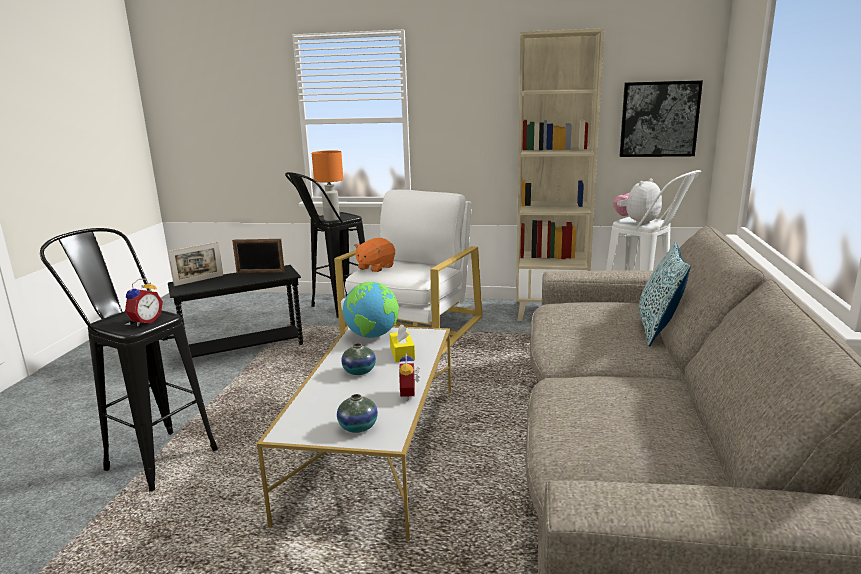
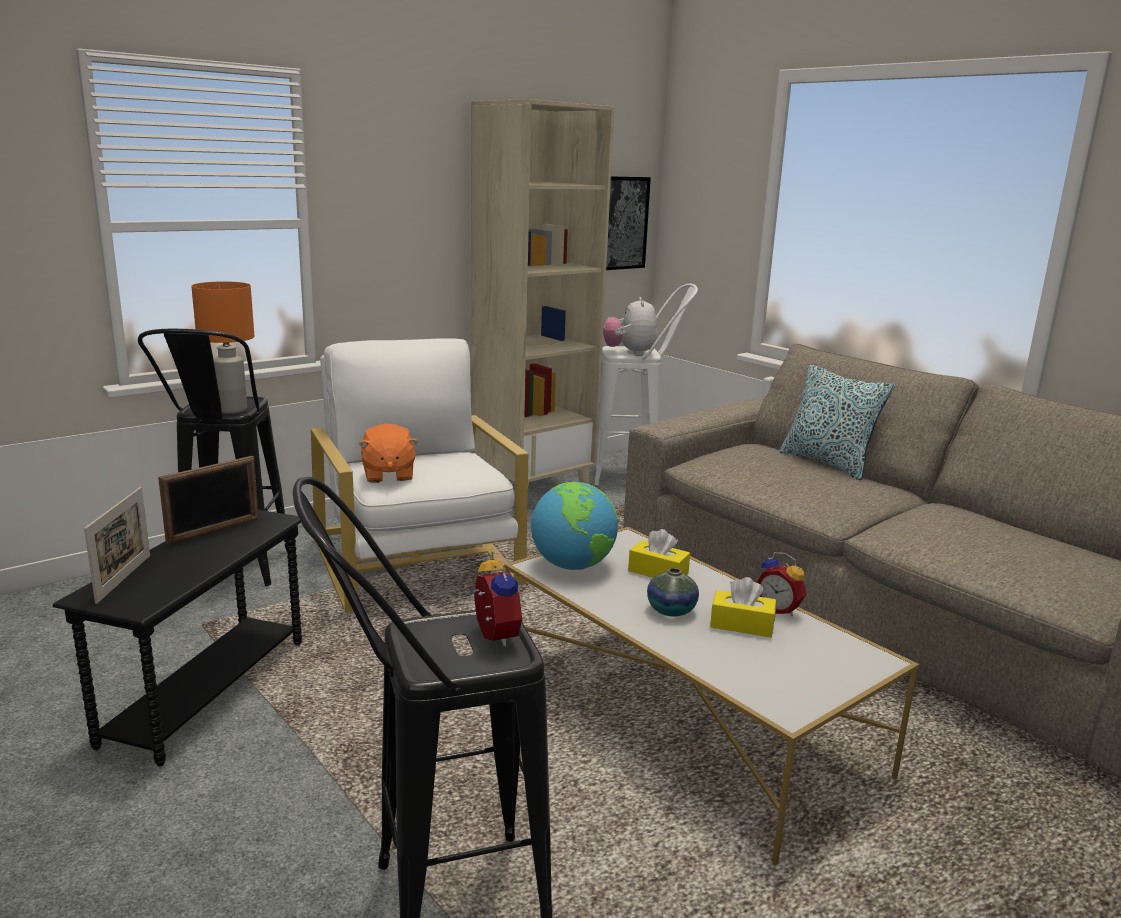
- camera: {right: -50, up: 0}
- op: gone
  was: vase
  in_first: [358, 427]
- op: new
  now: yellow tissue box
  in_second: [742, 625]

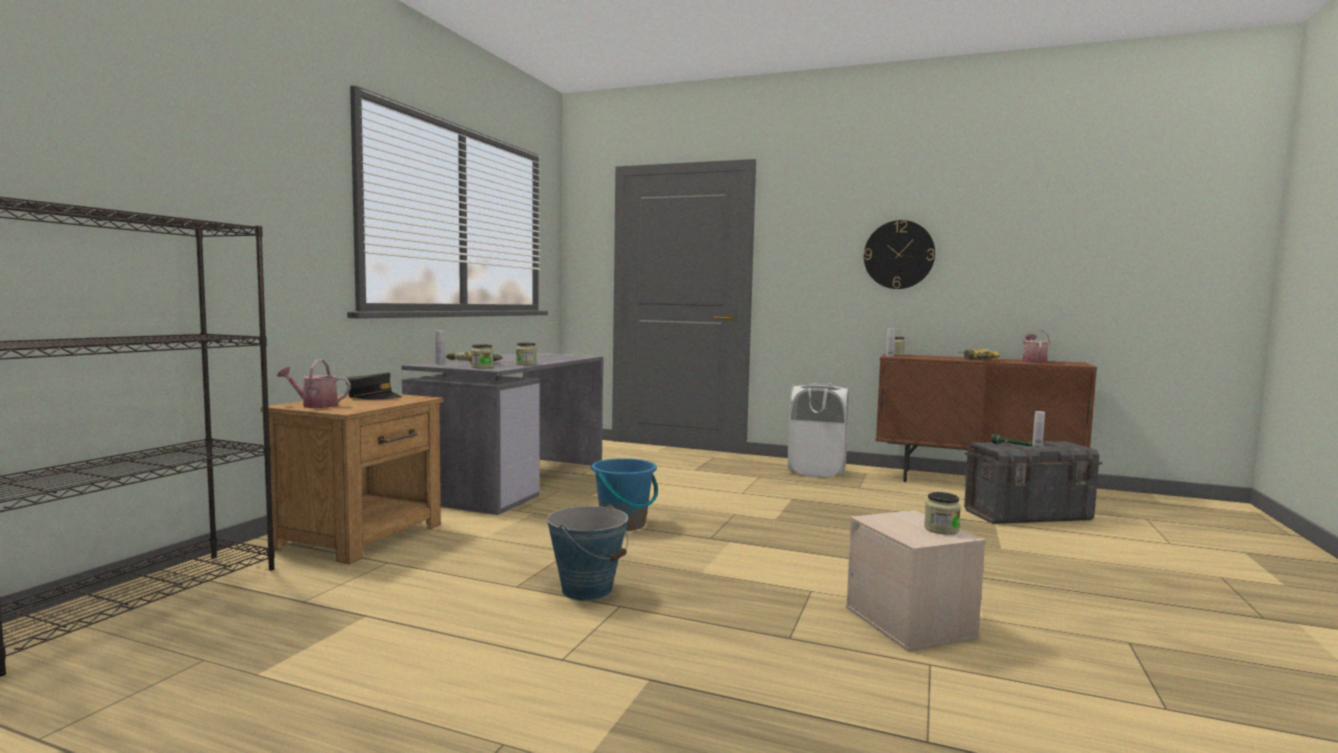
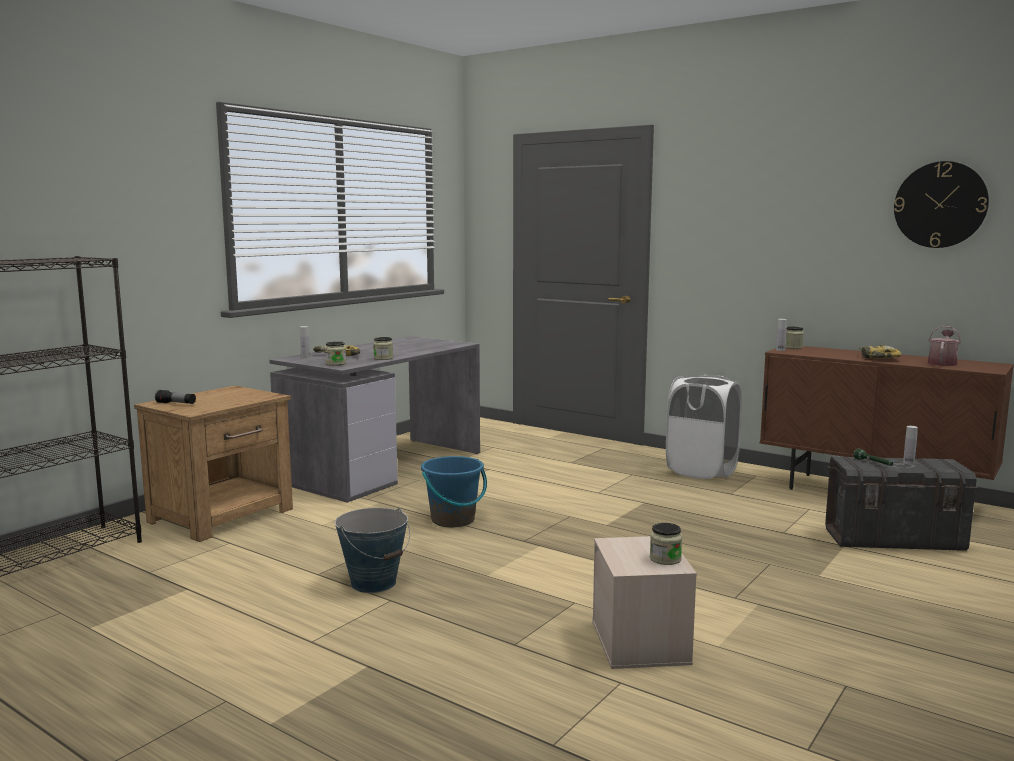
- camera: {right: 15, up: 5}
- op: shifted
  was: wall clock
  in_first: [899, 254]
  in_second: [940, 205]
- op: swapped
  was: watering can
  now: flashlight
  in_first: [315, 405]
  in_second: [176, 404]
- op: gone
  was: grey cap
  in_first: [373, 397]

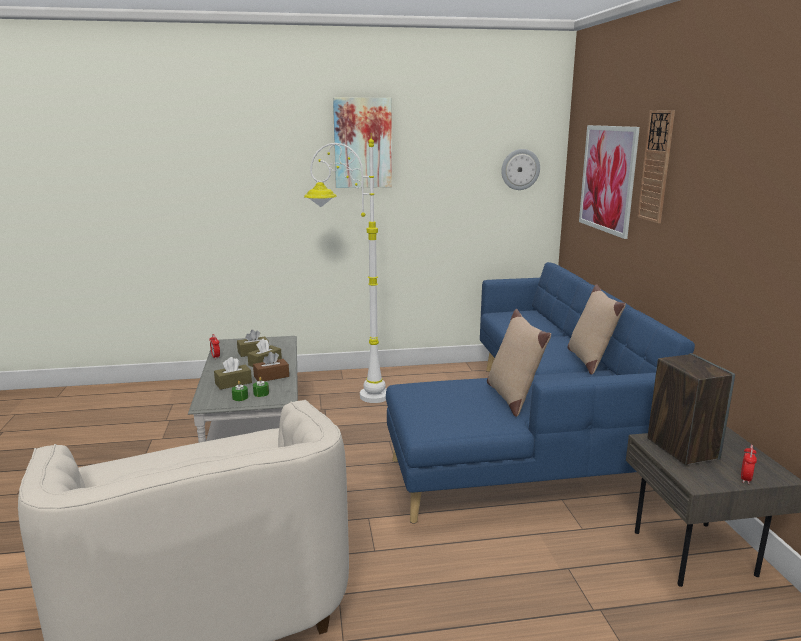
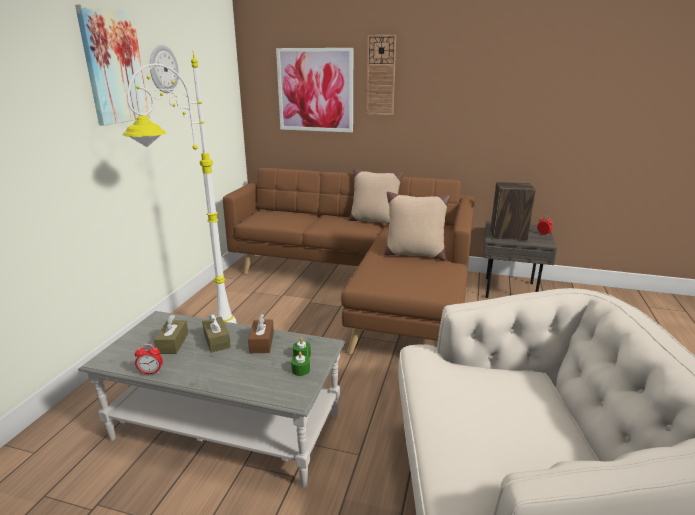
- camera: {right: -65, up: 5}
- op: shifted
  was: wall clock
  in_first: [520, 169]
  in_second: [163, 69]
- op: repainted
  was: blue sofa
  now: brown sofa
  in_first: [536, 438]
  in_second: [364, 289]
- op: gone
  was: brown tissue box
  in_first: [233, 383]

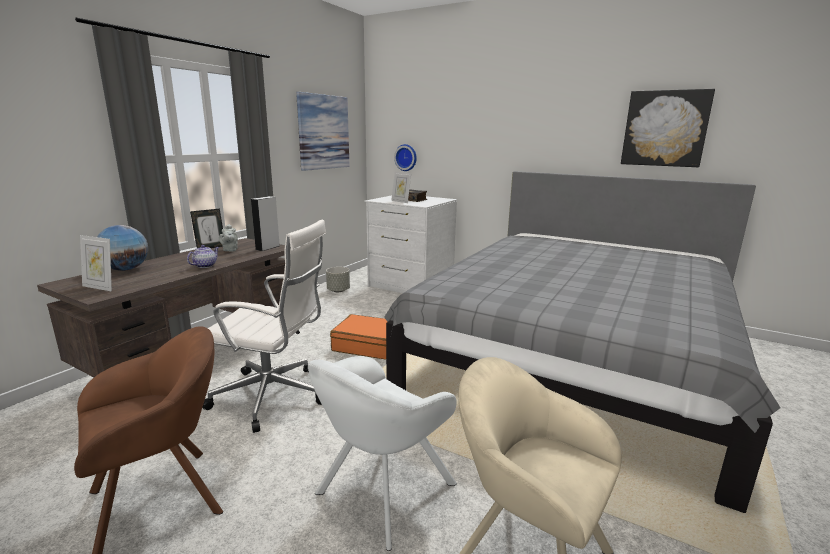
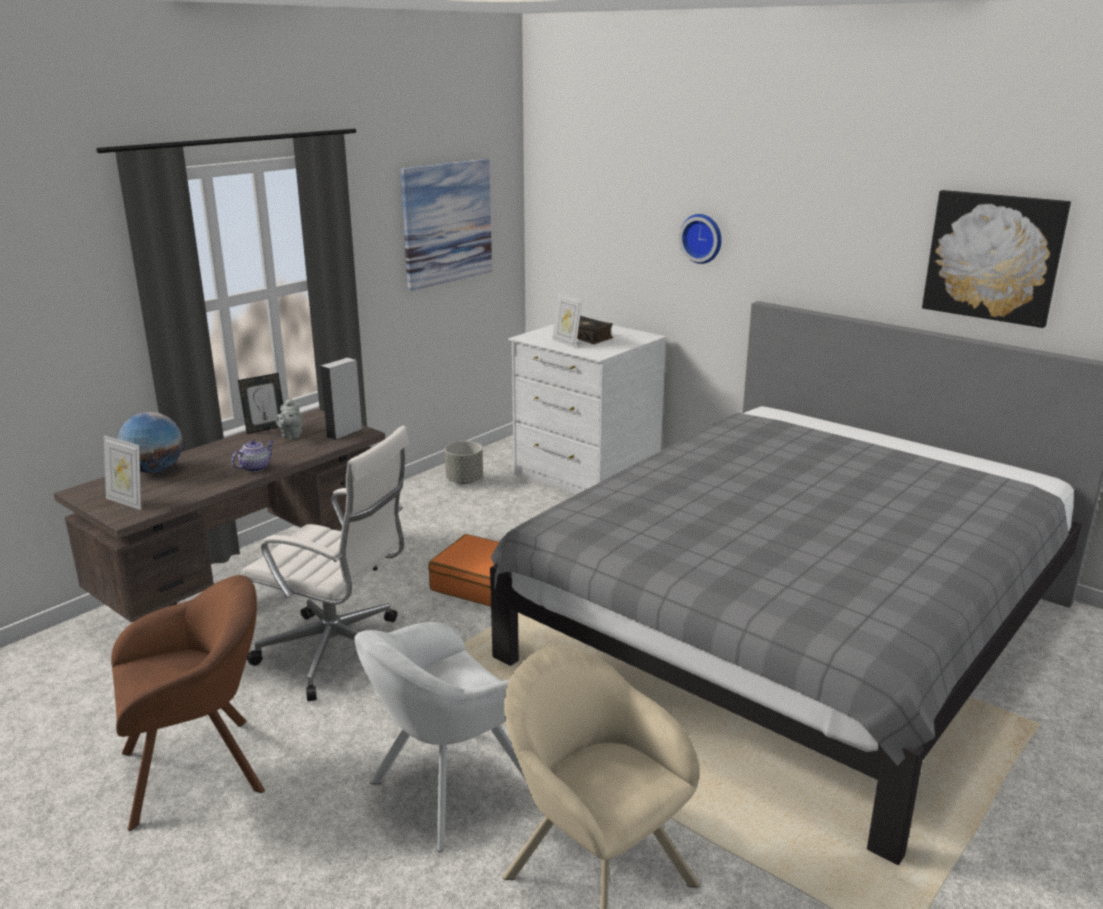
- camera: {right: 10, up: 5}
- op: shifted
  was: wall clock
  in_first: [406, 157]
  in_second: [702, 238]

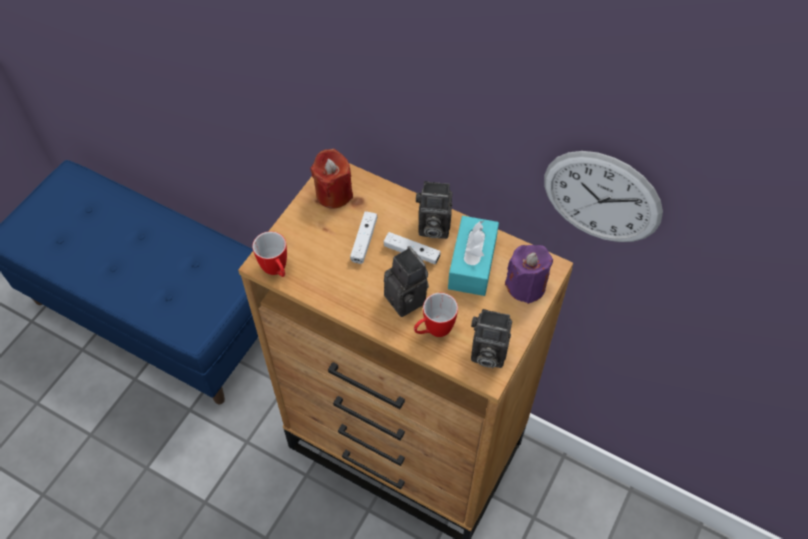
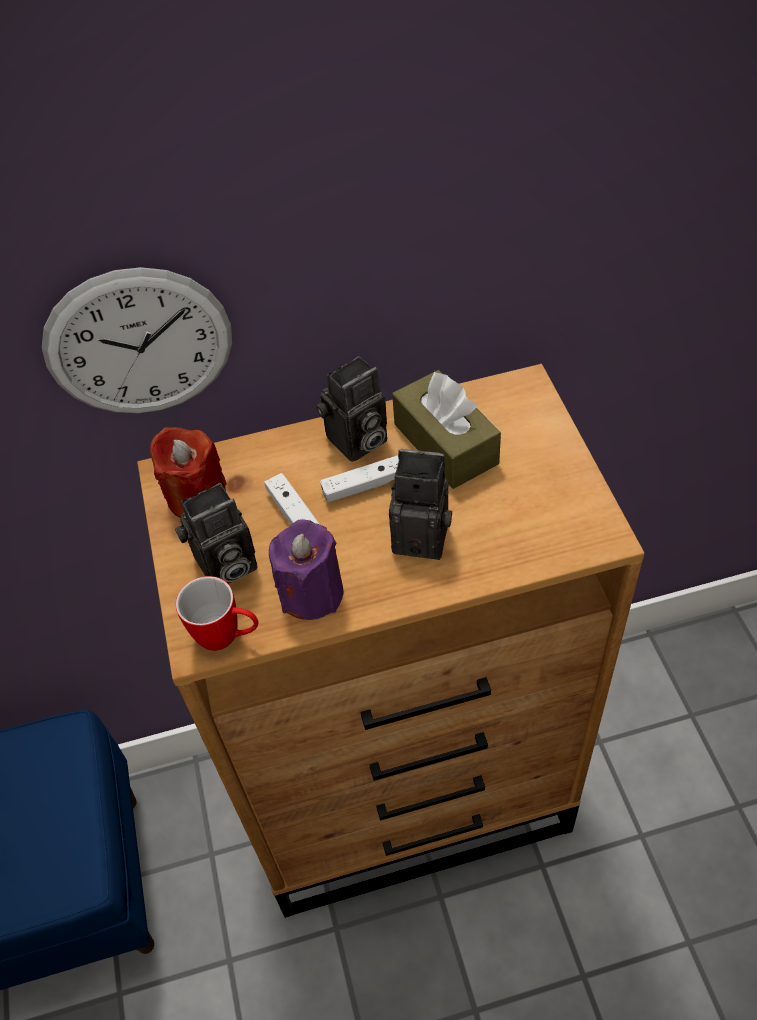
- camera: {right: -40, up: -5}
- op: shifted
  was: wall clock
  in_first: [601, 197]
  in_second: [139, 344]
- op: repainted
  was: turquoise tissue box
  now: brown tissue box
  in_first: [472, 263]
  in_second: [445, 443]
- op: shifted
  was: purple candle
  in_first: [526, 286]
  in_second: [311, 593]
- op: gone
  was: mug
  in_first: [433, 331]
- op: shifted
  was: photo camera
  in_first: [486, 353]
  in_second: [224, 567]

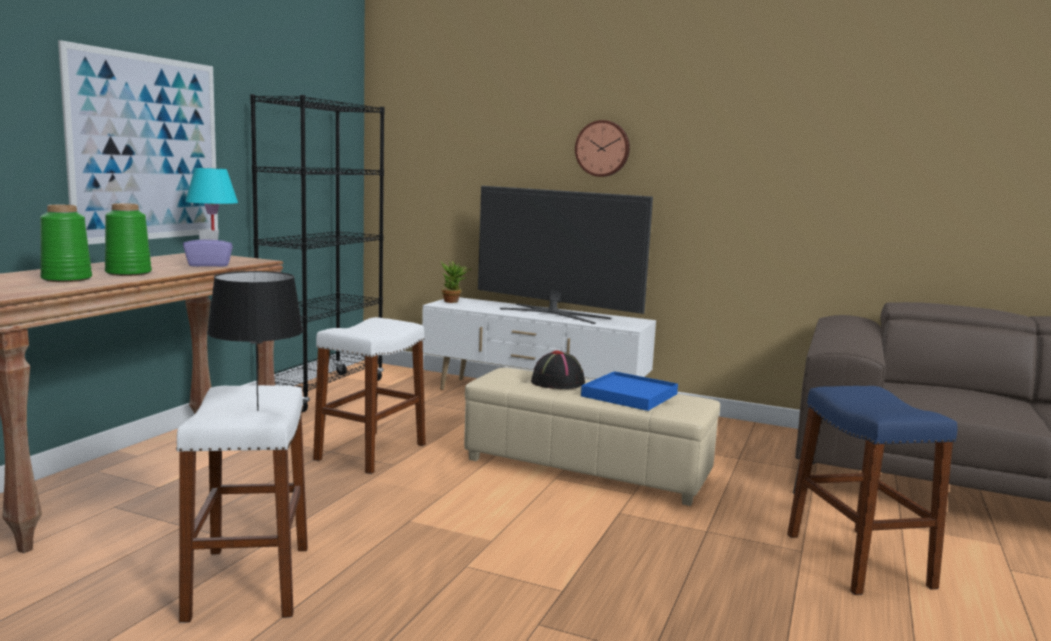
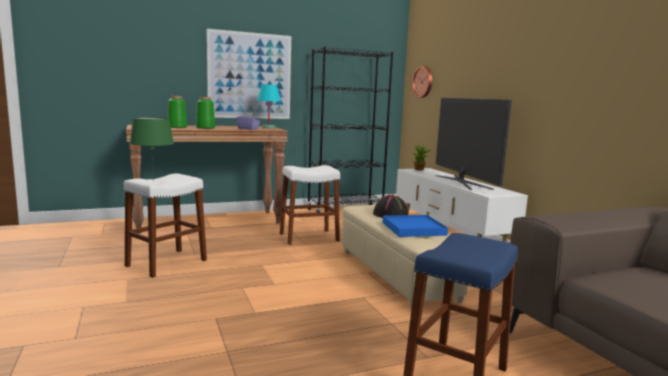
- camera: {right: 45, up: 0}
- op: shifted
  was: wall clock
  in_first: [603, 148]
  in_second: [423, 82]
- op: repainted
  was: black table lamp
  now: green table lamp
  in_first: [256, 410]
  in_second: [153, 180]

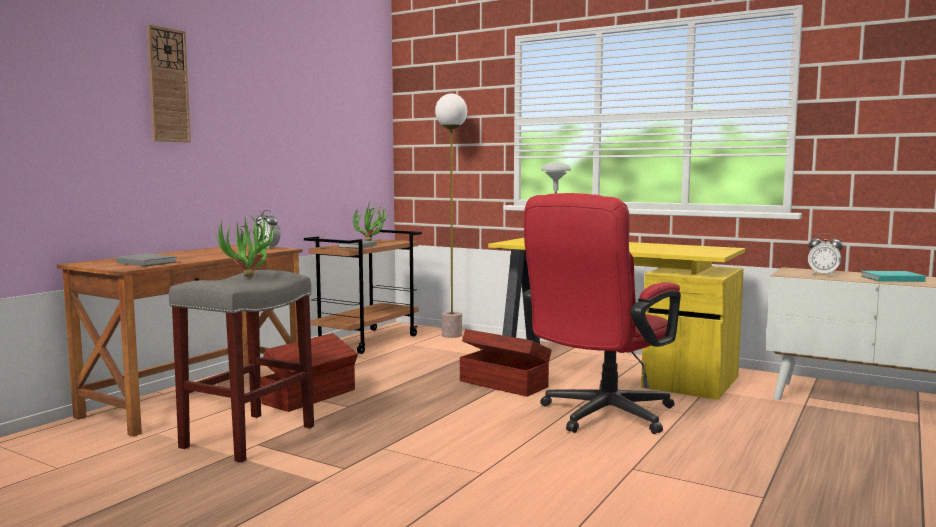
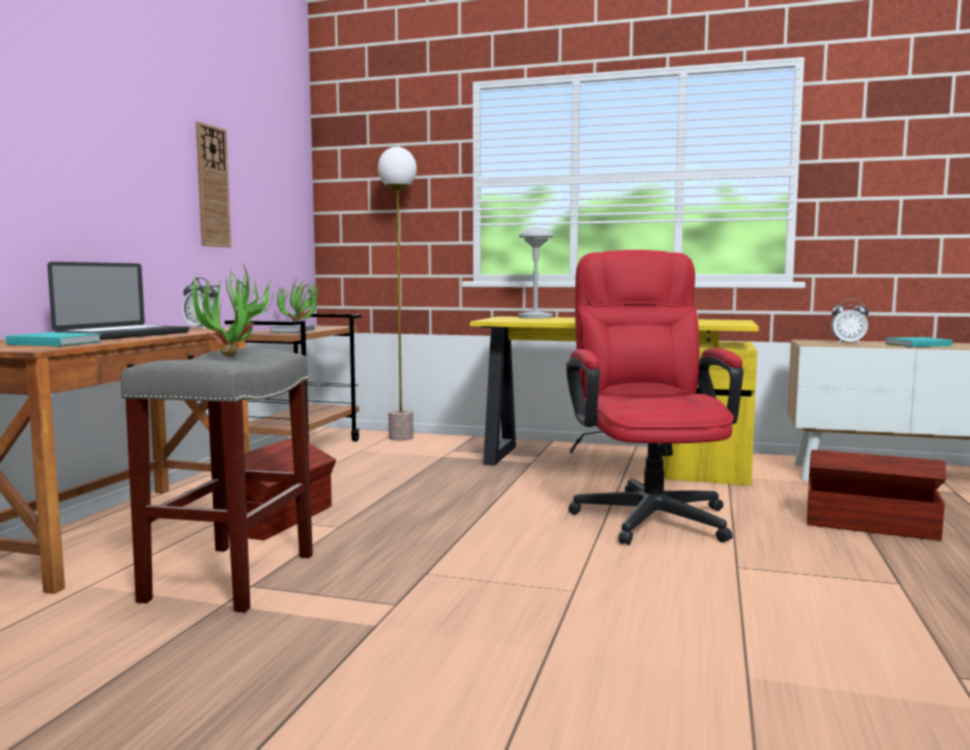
- camera: {right: -15, up: 0}
- op: shifted
  was: wall clock
  in_first: [168, 85]
  in_second: [212, 186]
- op: rotated
  was: red office chair
  in_first: [600, 417]
  in_second: [648, 513]
  clockwise: 150
- op: repainted
  was: grey book
  now: turquoise book
  in_first: [146, 262]
  in_second: [54, 343]
- op: shifted
  was: brown storage box
  in_first: [503, 383]
  in_second: [869, 524]
- op: new
  now: laptop
  in_second: [124, 335]

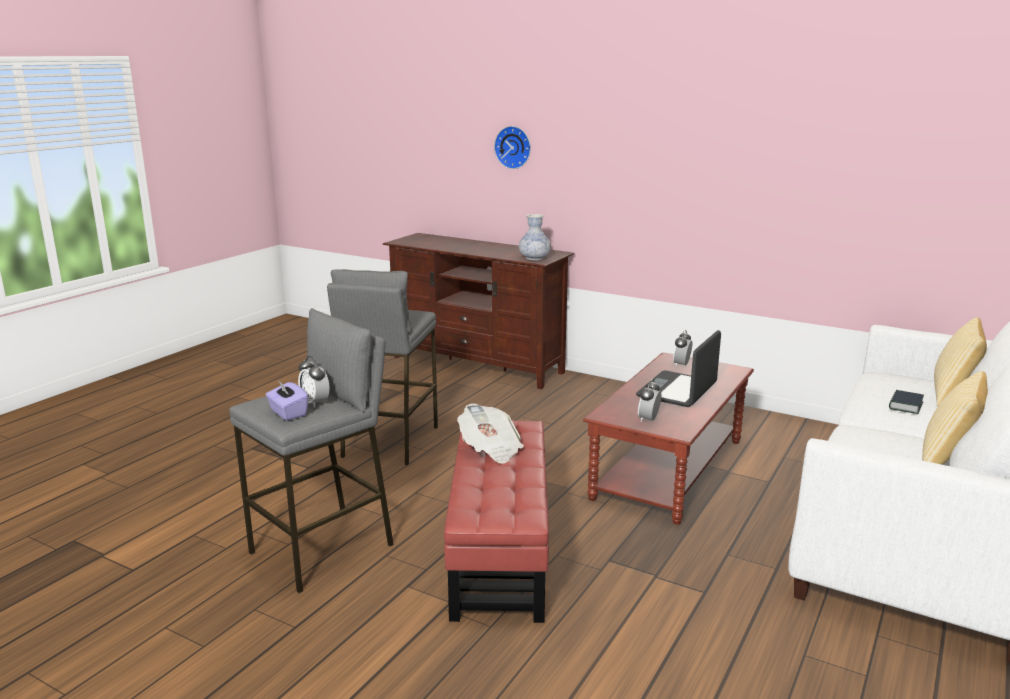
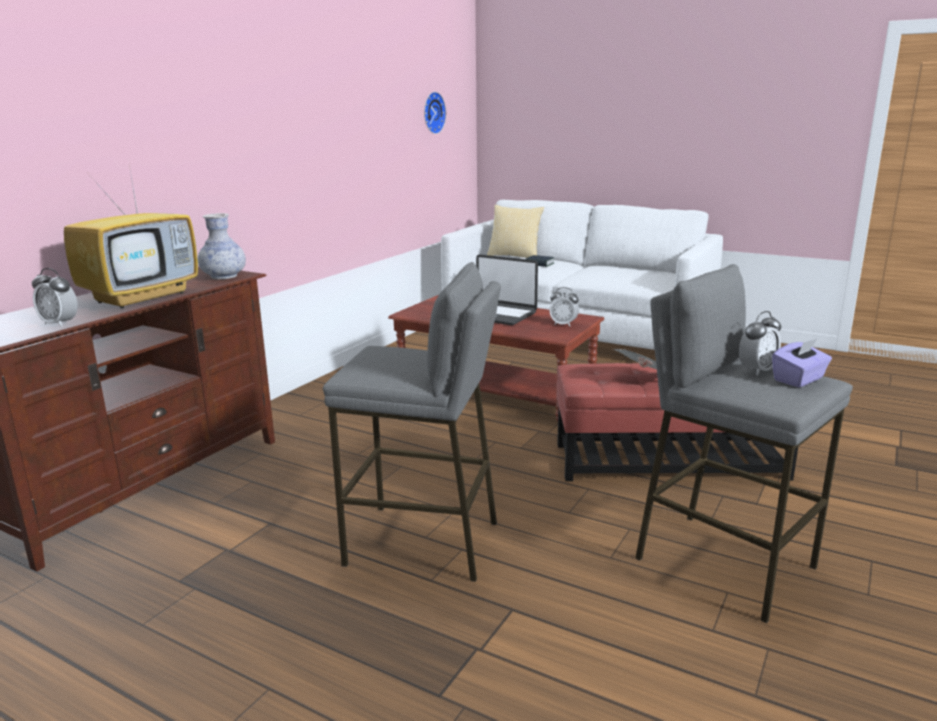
- camera: {right: -90, up: 0}
- op: shifted
  was: wall clock
  in_first: [514, 147]
  in_second: [432, 113]
- op: shifted
  was: alarm clock
  in_first: [681, 365]
  in_second: [59, 324]
- op: gone
  was: pillow
  in_first: [946, 462]
- op: new
  now: television
  in_second: [142, 297]

